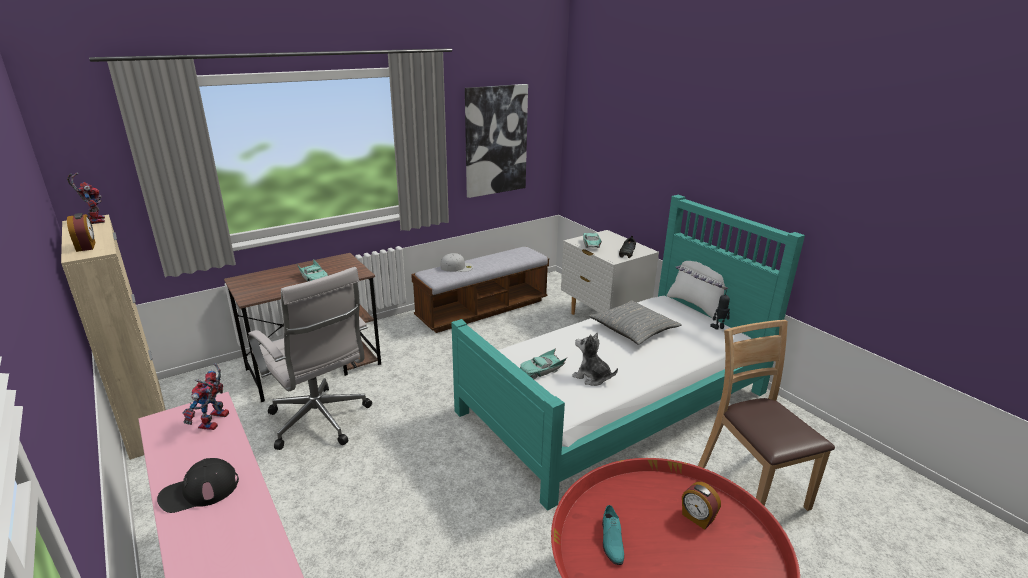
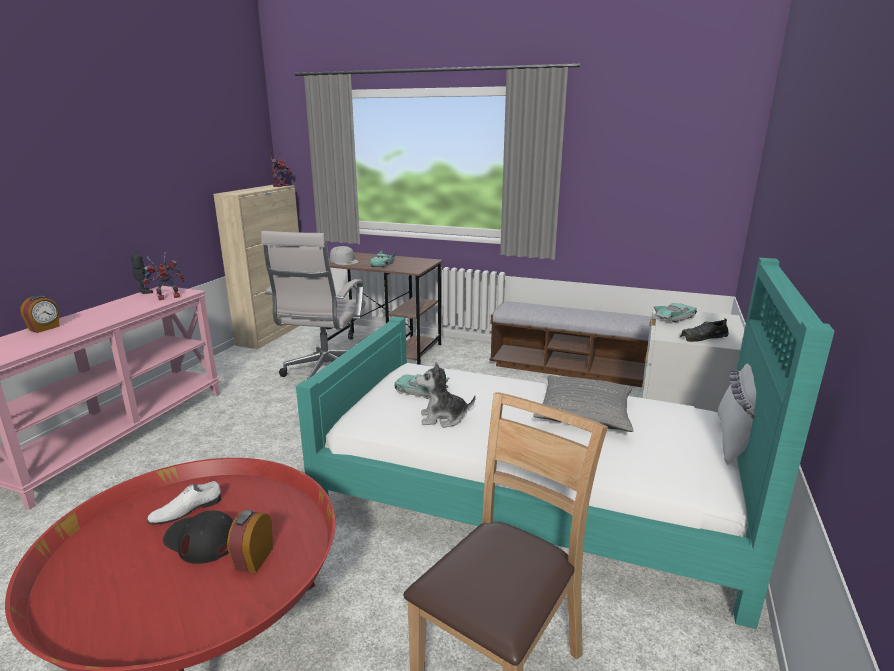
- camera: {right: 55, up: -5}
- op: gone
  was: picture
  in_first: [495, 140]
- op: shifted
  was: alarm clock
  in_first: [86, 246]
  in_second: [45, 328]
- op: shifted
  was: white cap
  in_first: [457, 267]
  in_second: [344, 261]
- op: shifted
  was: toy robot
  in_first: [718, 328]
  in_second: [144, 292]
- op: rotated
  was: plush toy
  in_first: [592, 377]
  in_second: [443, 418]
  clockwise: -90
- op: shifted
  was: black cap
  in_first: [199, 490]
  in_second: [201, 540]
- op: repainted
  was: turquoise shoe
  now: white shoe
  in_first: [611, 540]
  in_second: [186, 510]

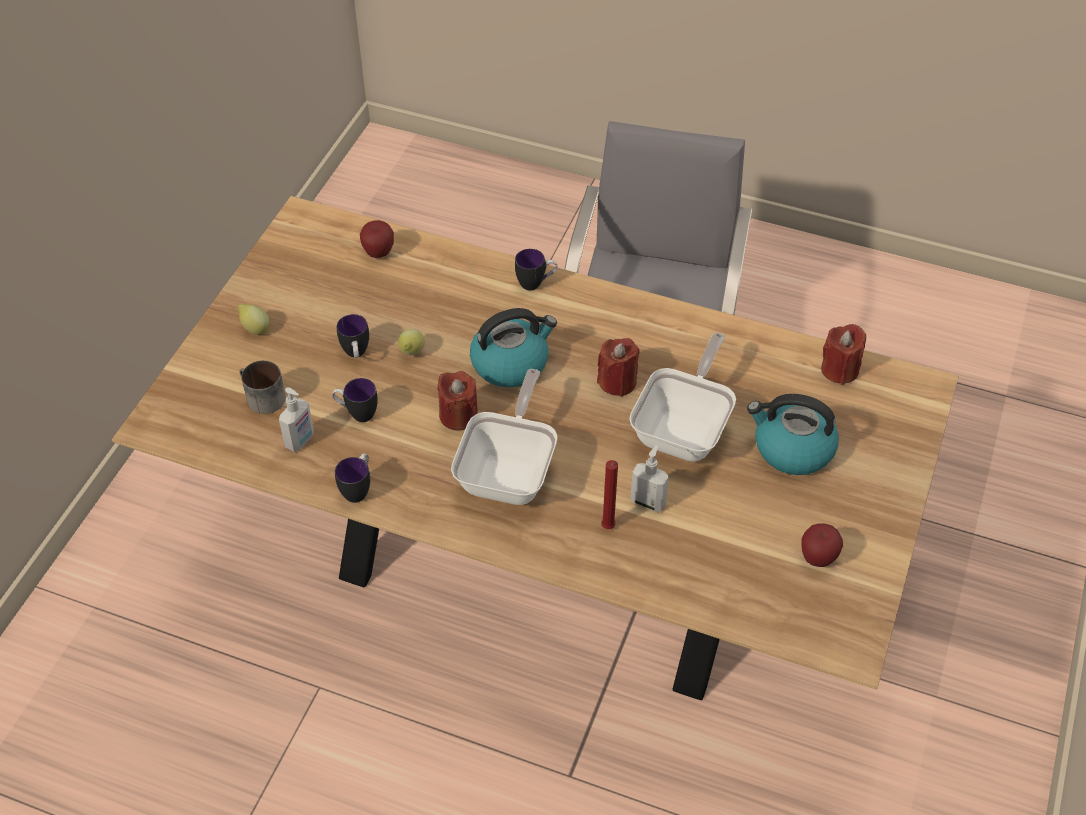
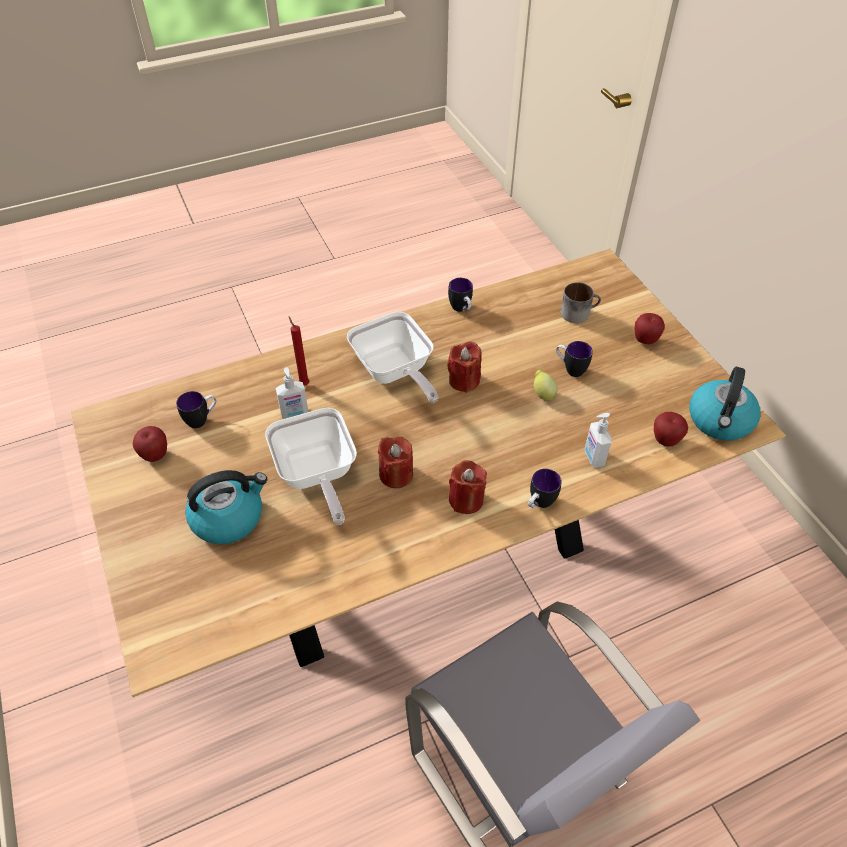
- camera: {right: 135, up: 0}
- op: swapped
  was: lemon
  now: apple
  in_first: [255, 329]
  in_second: [645, 340]
- op: shifted
  was: kettle
  in_first: [511, 363]
  in_second: [720, 421]
- op: shifted
  was: red candle
  in_first: [839, 369]
  in_second: [466, 499]
- op: shifted
  was: mug
  in_first: [357, 413]
  in_second: [202, 420]
- op: shifted
  was: soap dispenser
  in_first: [300, 441]
  in_second: [593, 457]

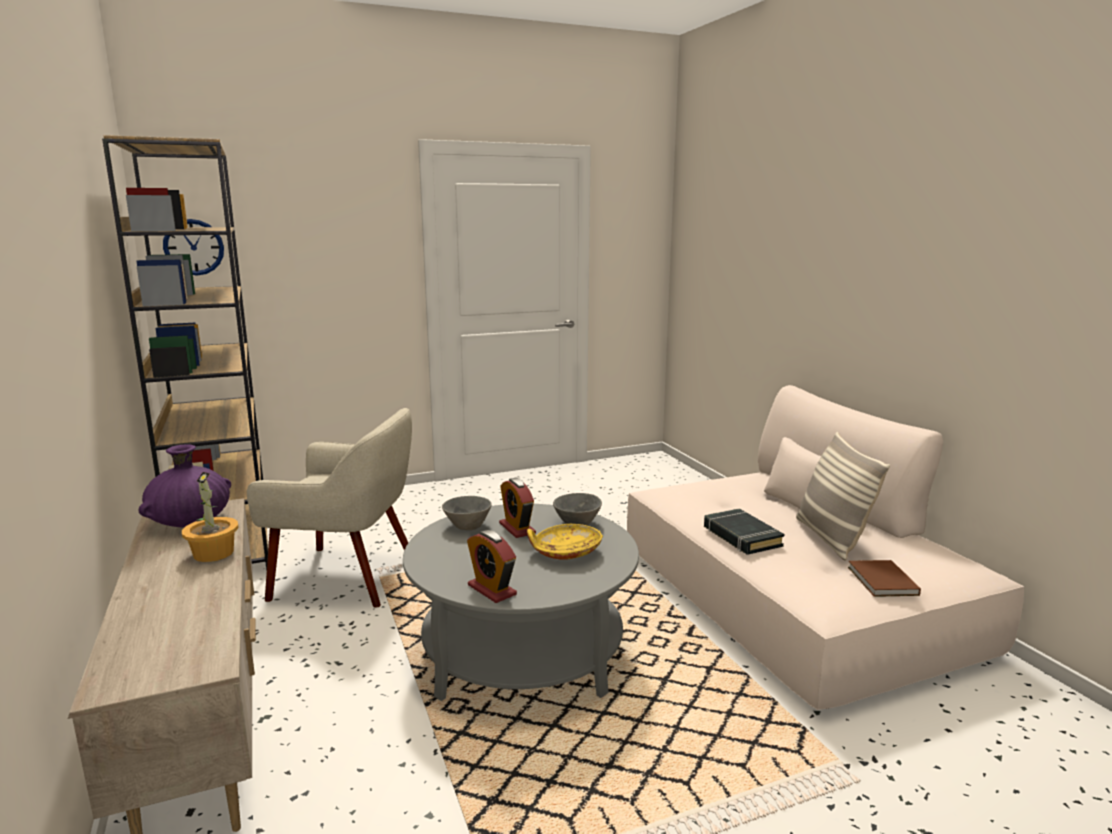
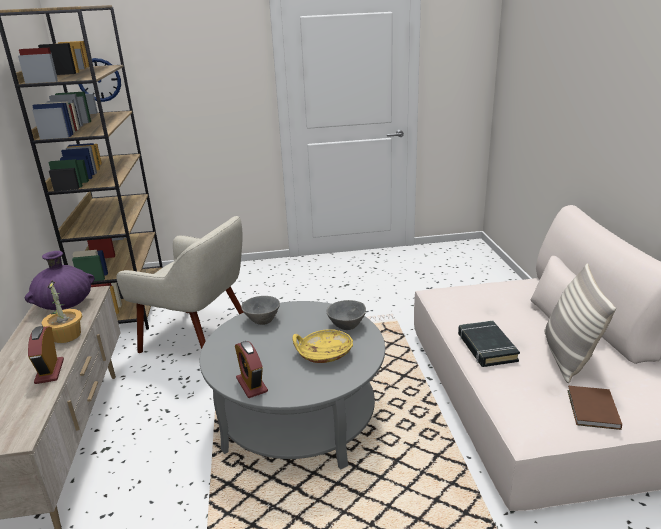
- camera: {right: 15, up: 10}
- op: shifted
  was: alarm clock
  in_first: [517, 528]
  in_second: [49, 371]

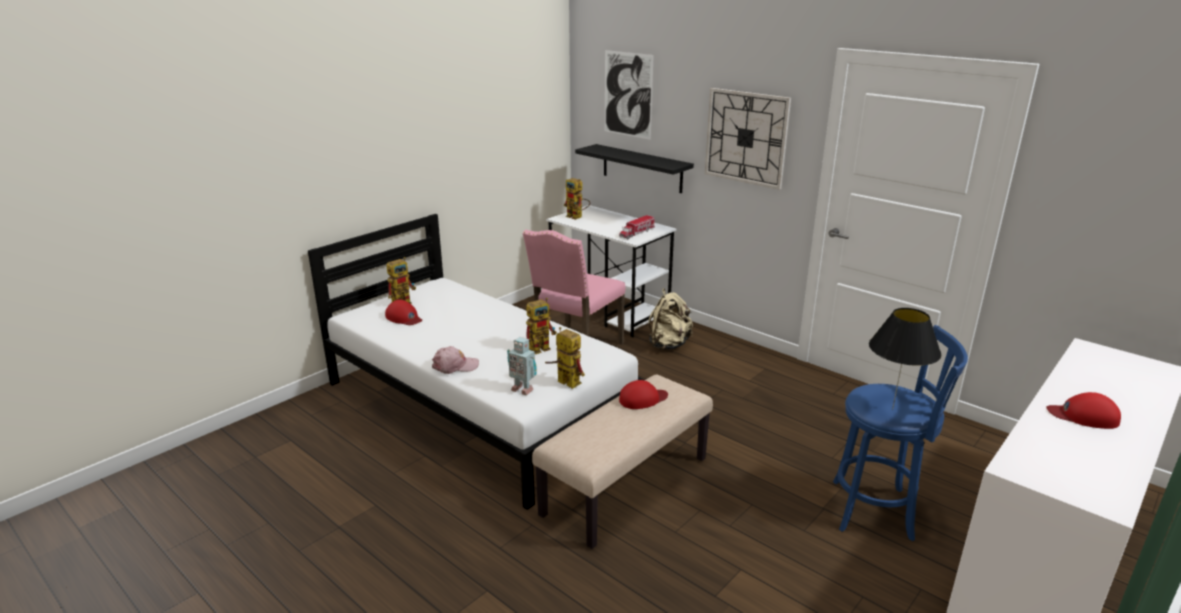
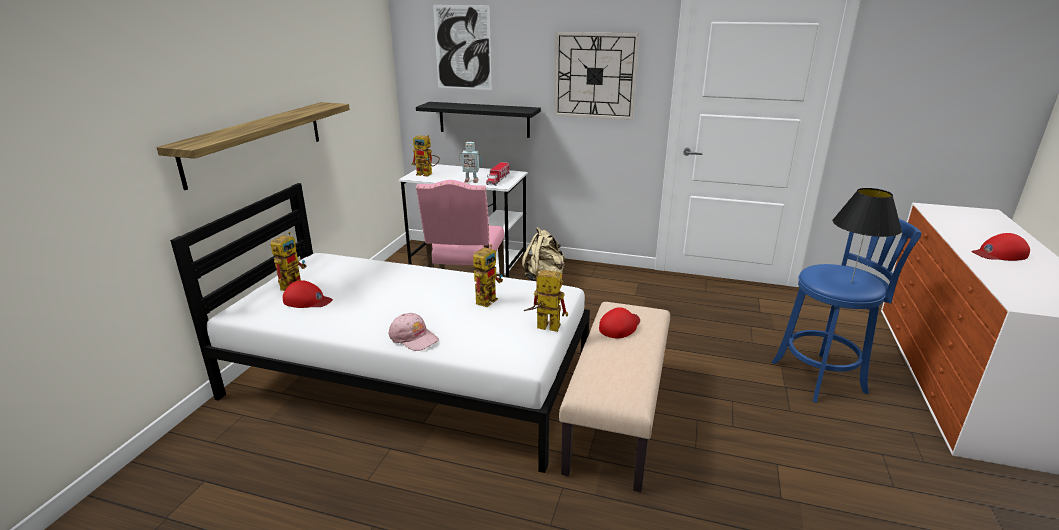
- camera: {right: -25, up: 0}
- op: shifted
  was: toy robot
  in_first: [522, 389]
  in_second: [471, 181]
- op: rotated
  was: pink cap
  in_first: [455, 366]
  in_second: [413, 338]
  clockwise: 75
- op: new
  now: shelf
  in_second: [256, 141]

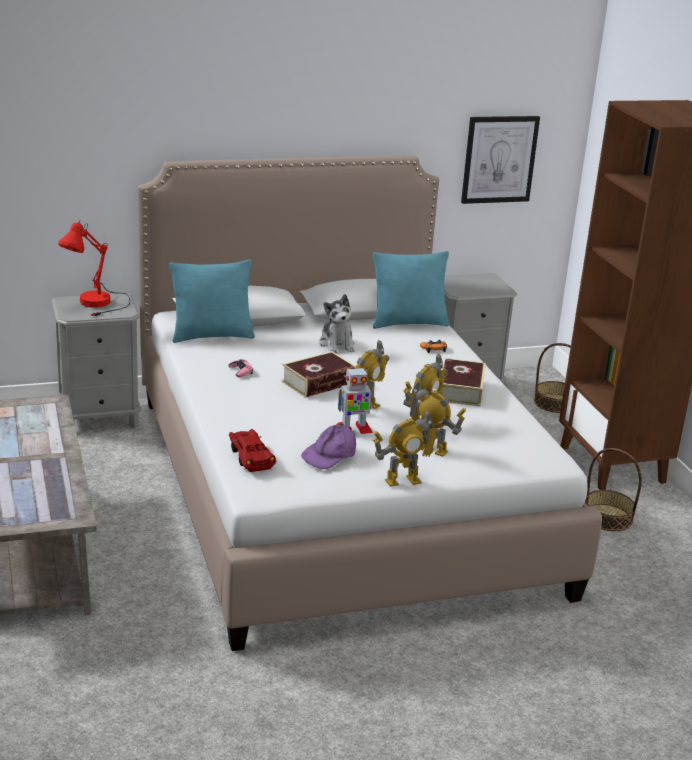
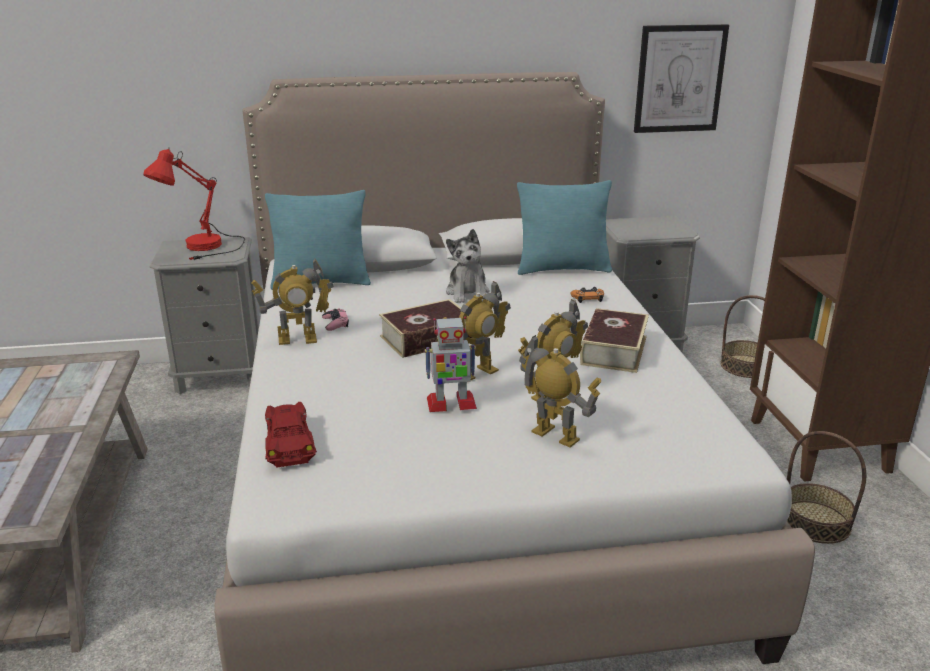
- camera: {right: 10, up: 0}
- op: shifted
  was: toy robot
  in_first: [402, 481]
  in_second: [298, 340]
- op: gone
  was: purple cap
  in_first: [330, 454]

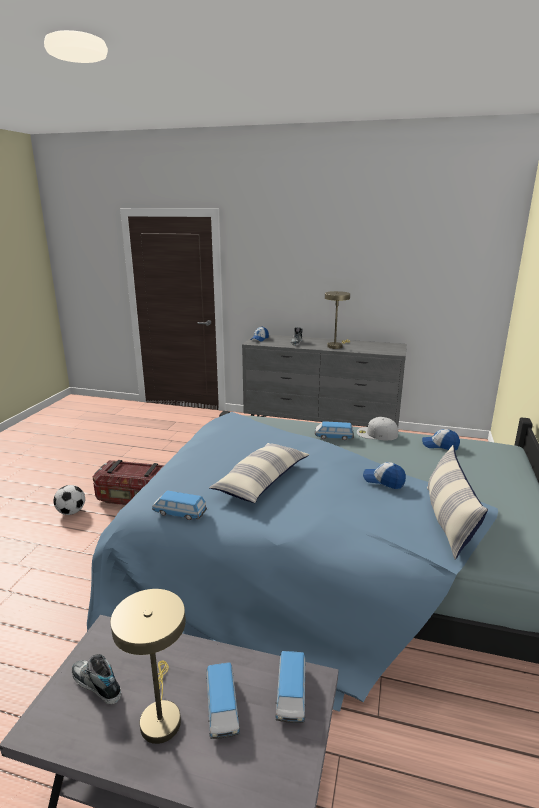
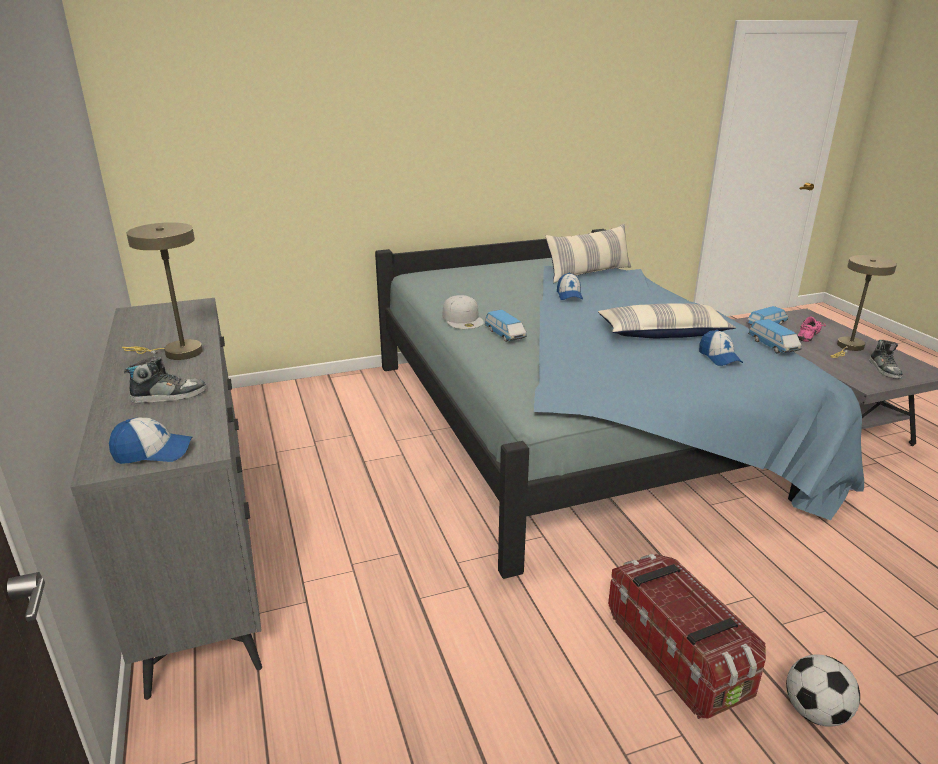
- camera: {right: -125, up: 5}
- op: shifted
  was: cap
  in_first: [440, 445]
  in_second: [719, 357]
- op: swapped
  was: toy car
  now: pink shoe
  in_first: [222, 708]
  in_second: [810, 336]

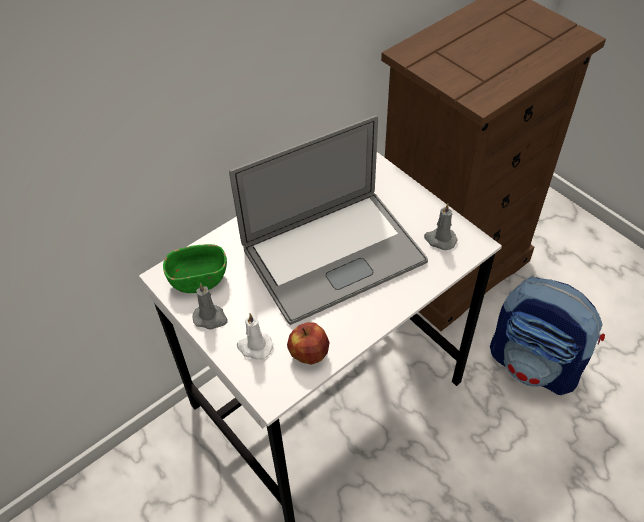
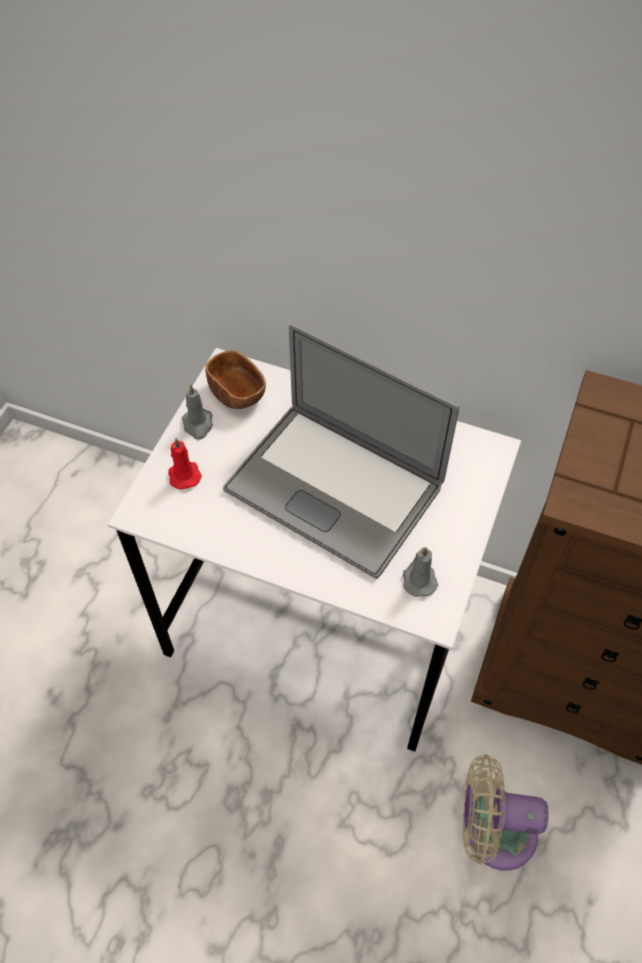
- camera: {right: 60, up: 5}
- op: repainted
  was: green bowl
  now: brown bowl
  in_first: [199, 279]
  in_second: [237, 393]
- op: swapped
  was: backpack
  now: beige fan
  in_first: [534, 364]
  in_second: [492, 831]
- op: repainted
  was: white candle
  now: red candle
  in_first: [254, 347]
  in_second: [184, 474]
- op: gone
  was: apple
  in_first: [309, 354]

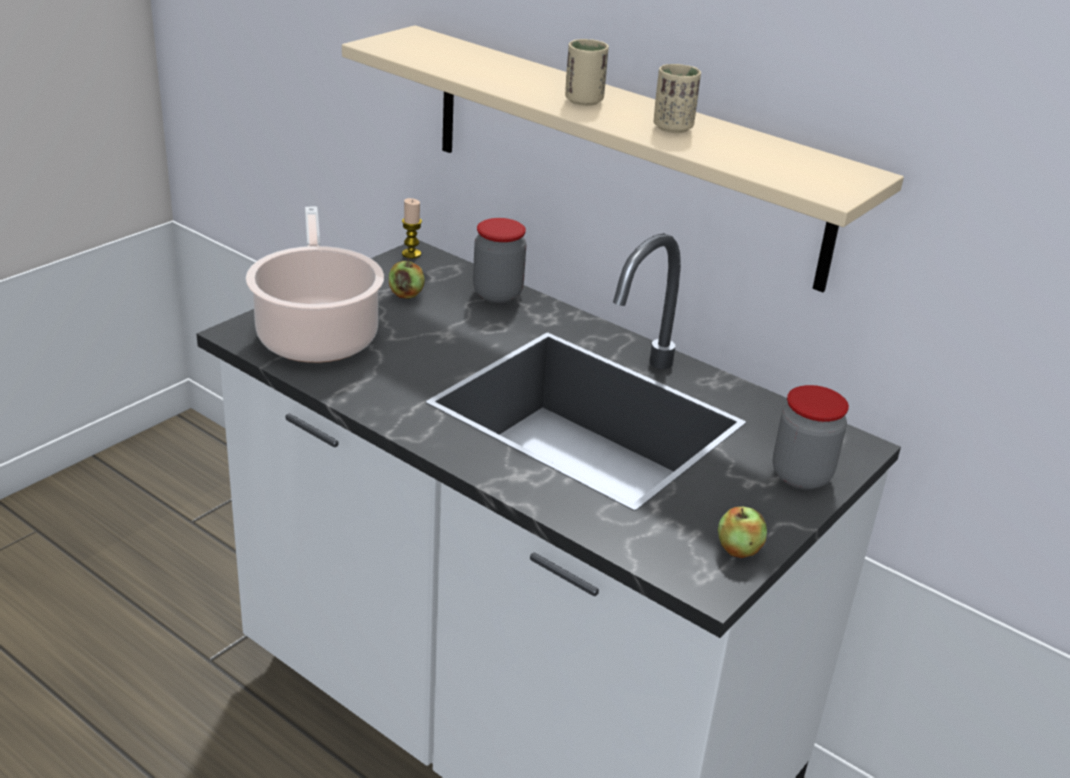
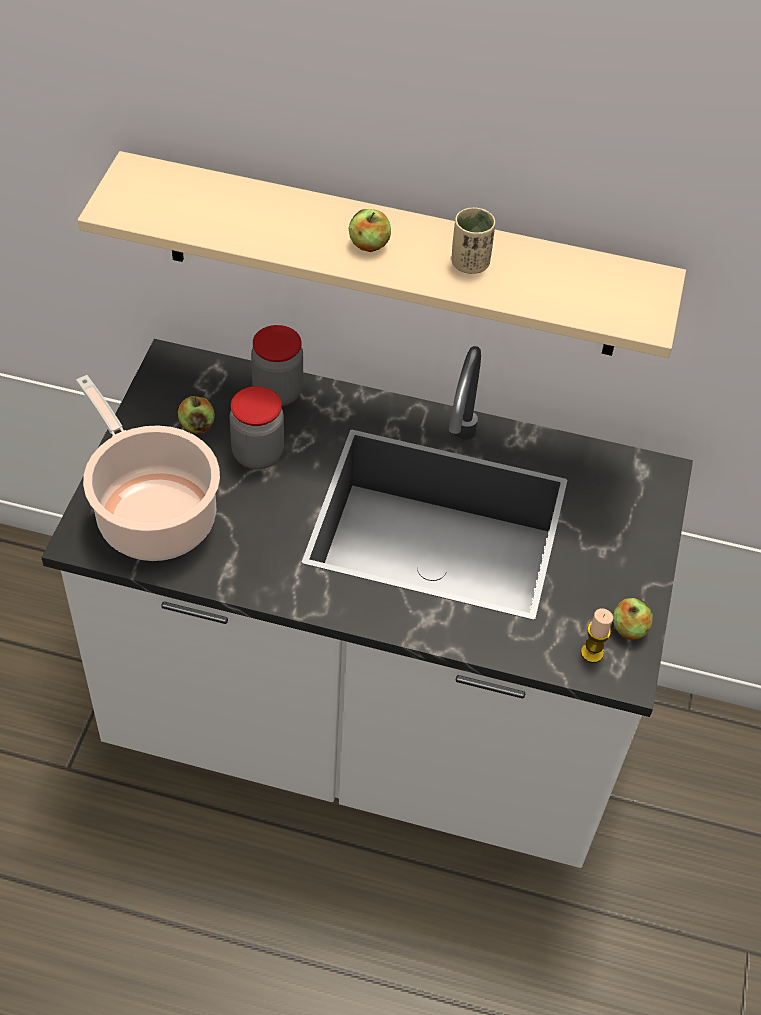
- camera: {right: -25, up: 20}
- op: swapped
  was: beige cup
  now: apple
  in_first: [583, 101]
  in_second: [369, 245]
- op: shifted
  was: candle
  in_first: [411, 254]
  in_second: [592, 653]
- op: shifted
  was: jar
  in_first: [801, 475]
  in_second: [258, 454]

